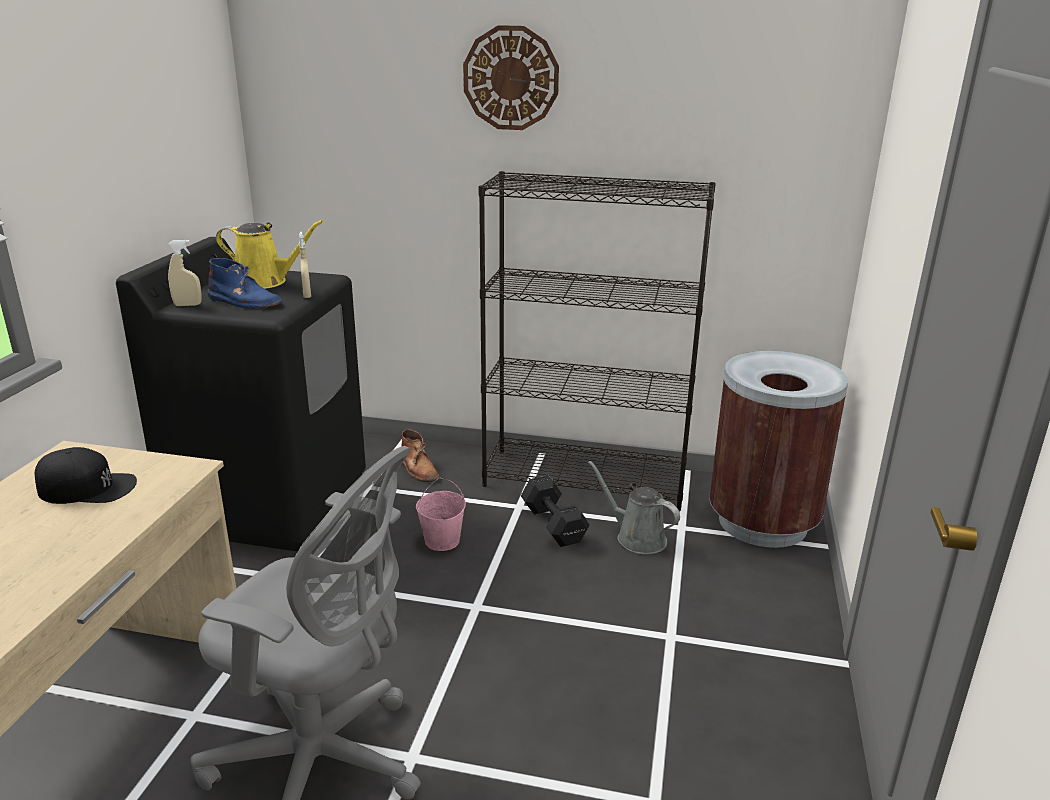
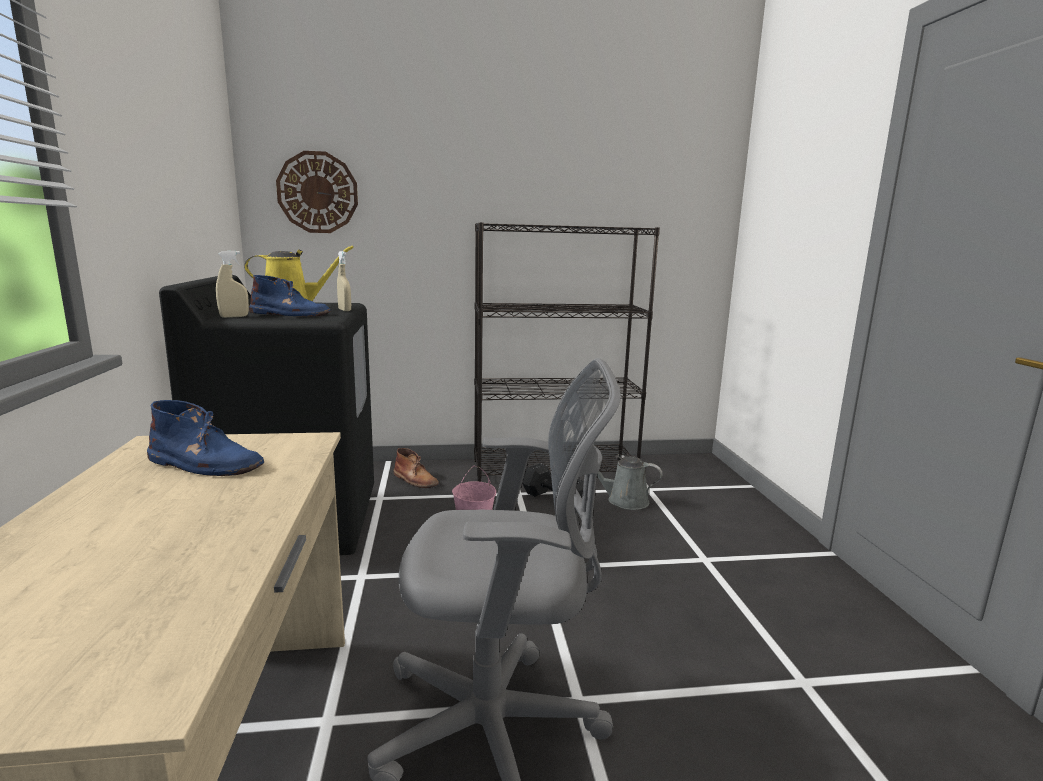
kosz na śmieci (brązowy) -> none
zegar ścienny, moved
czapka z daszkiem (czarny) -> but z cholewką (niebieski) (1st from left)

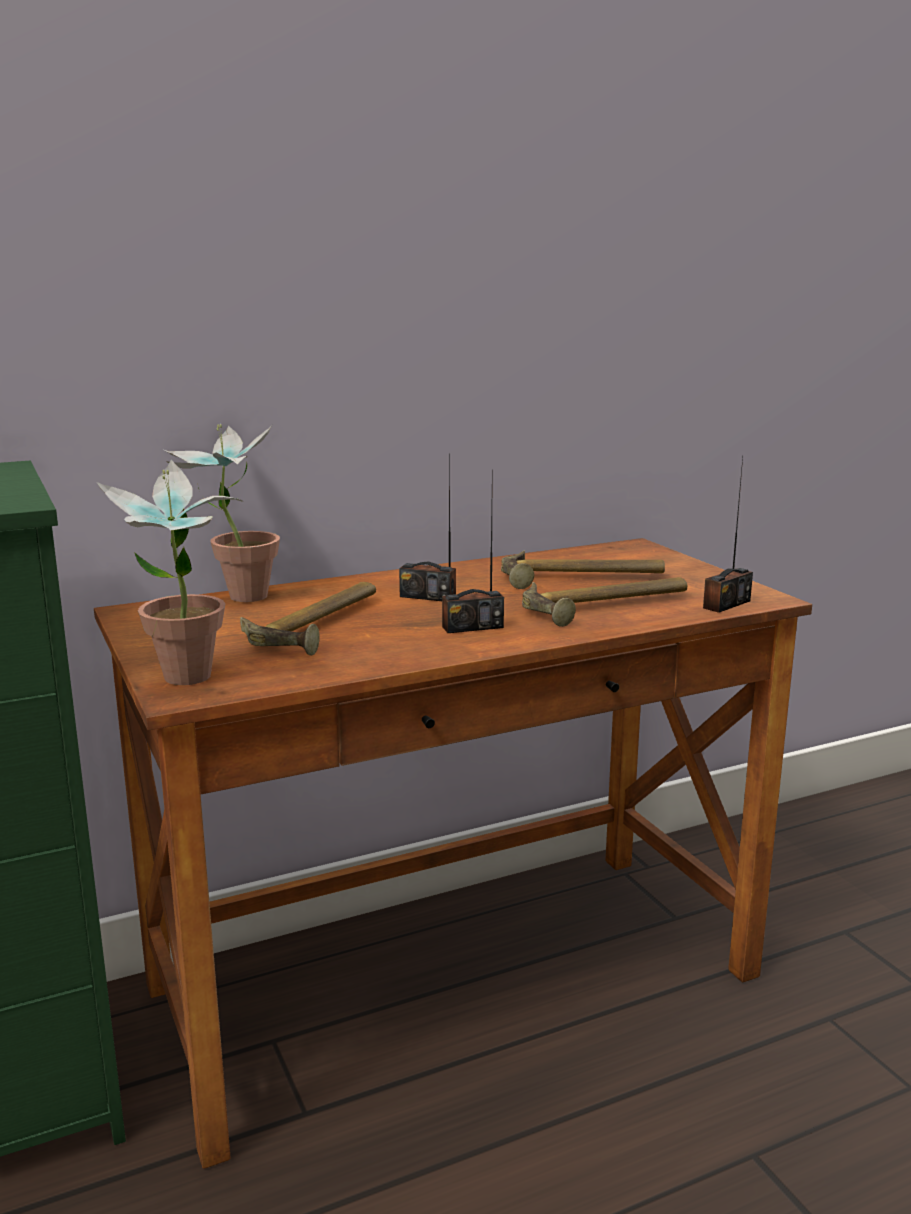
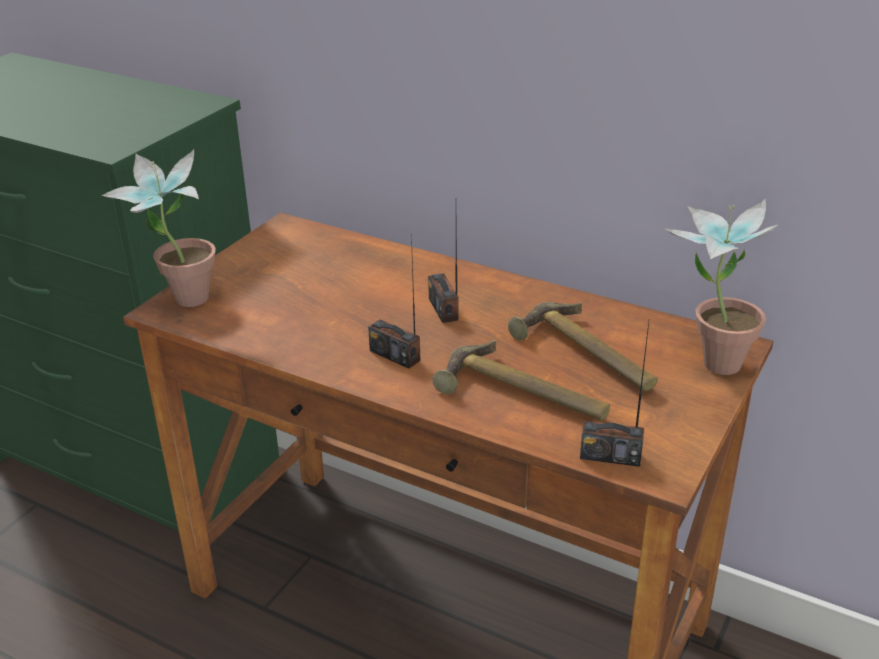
młotek (1st from left) -> none
roślina doniczkowa (2nd from left), moved

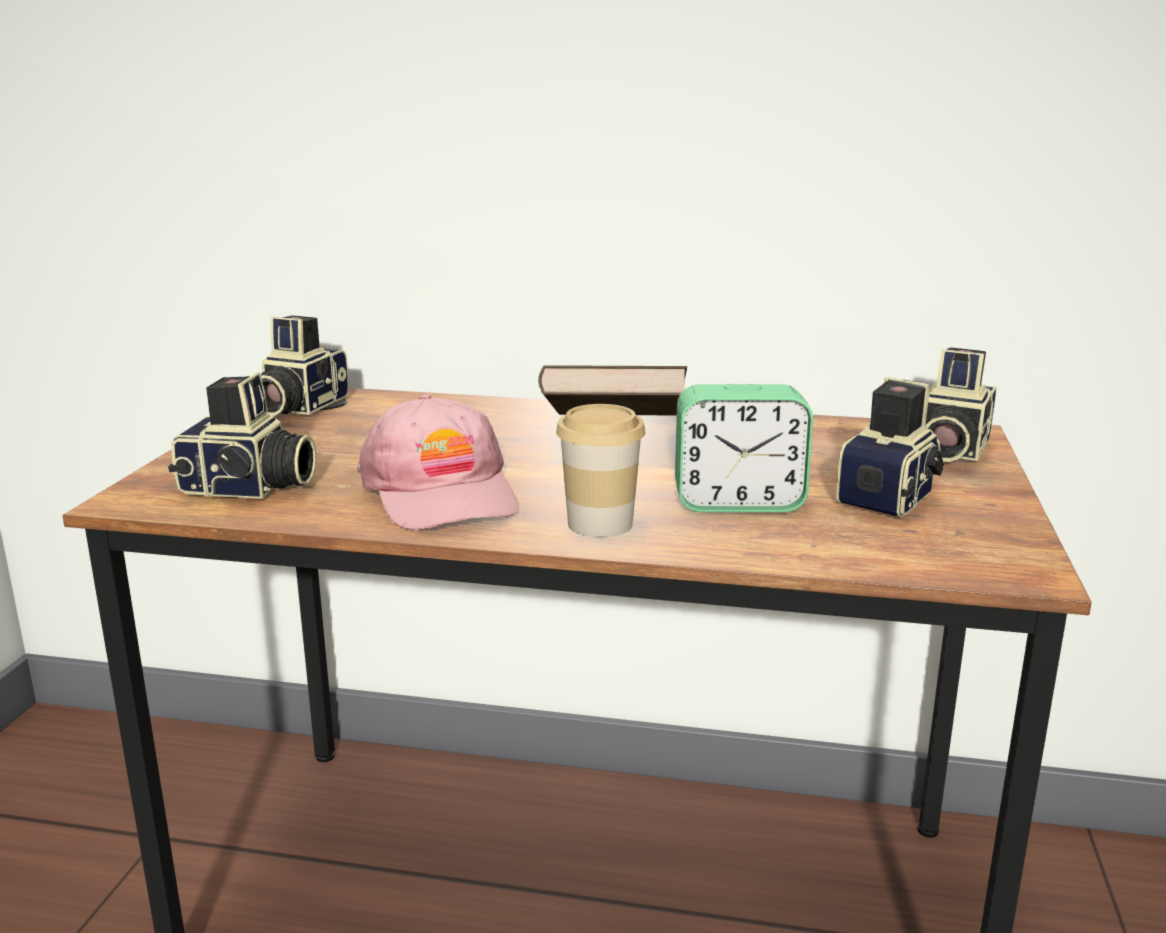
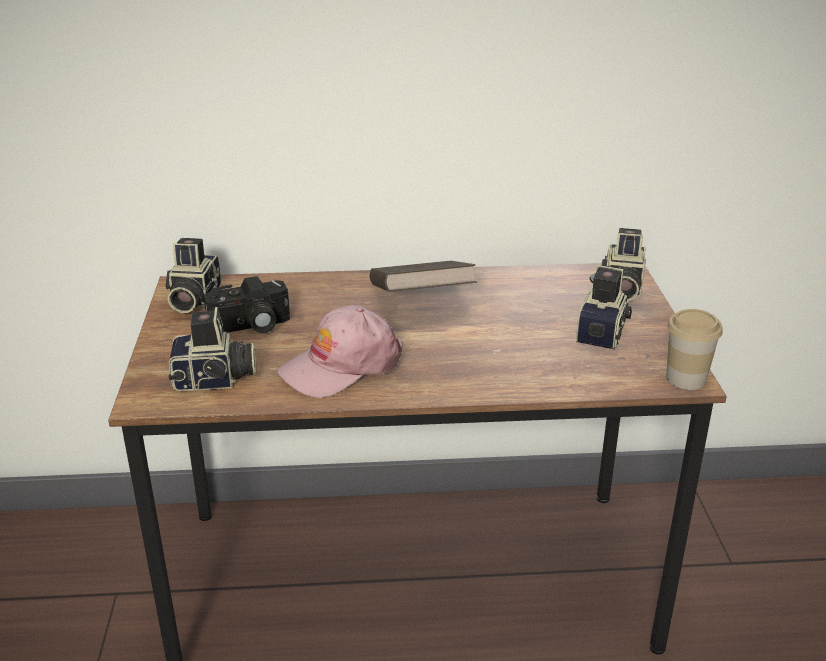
budzik -> none
none -> aparat fotograficzny (3rd from left)
filiżanka, moved
czapka z daszkiem (różowy), 90 degrees clockwise

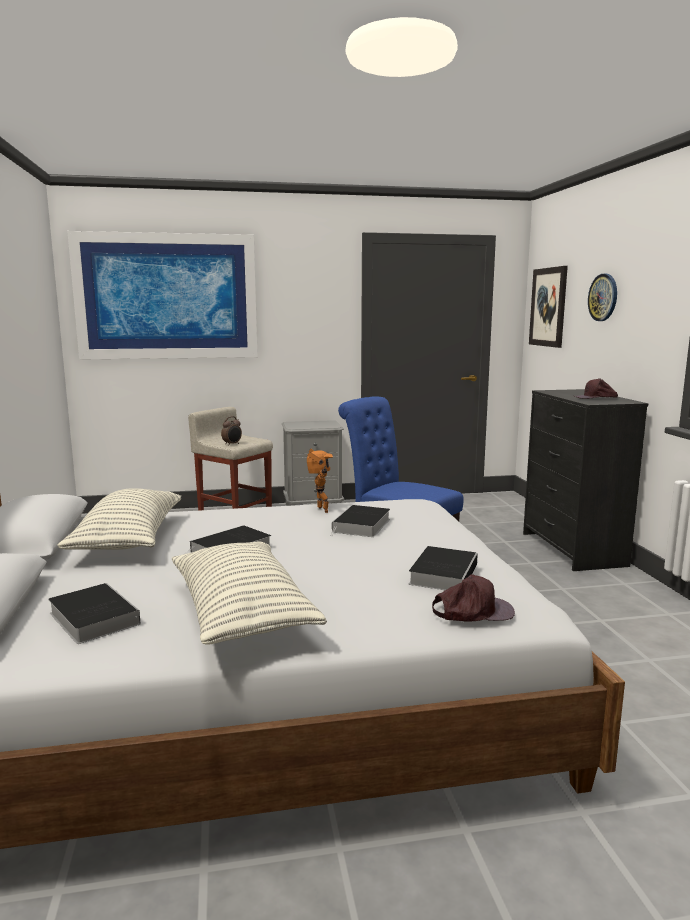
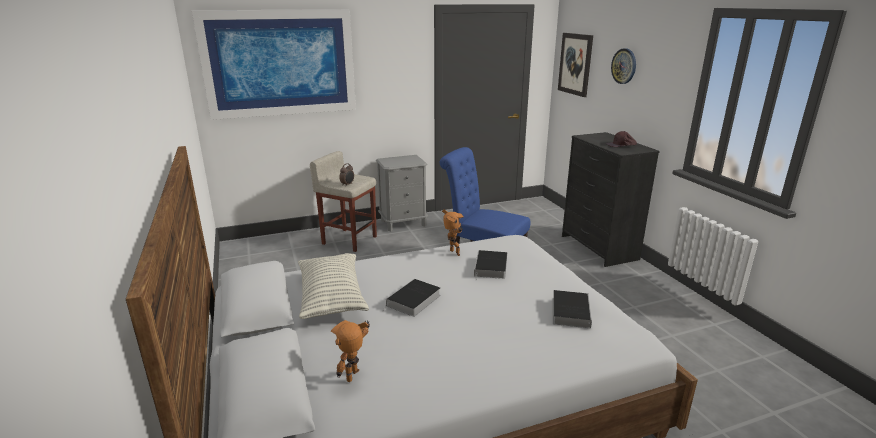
poduszka (2nd from left) -> none
czapka z daszkiem (brązowy) (1st from left) -> none
książka (1st from left) -> robot zabawkowy (1st from left)

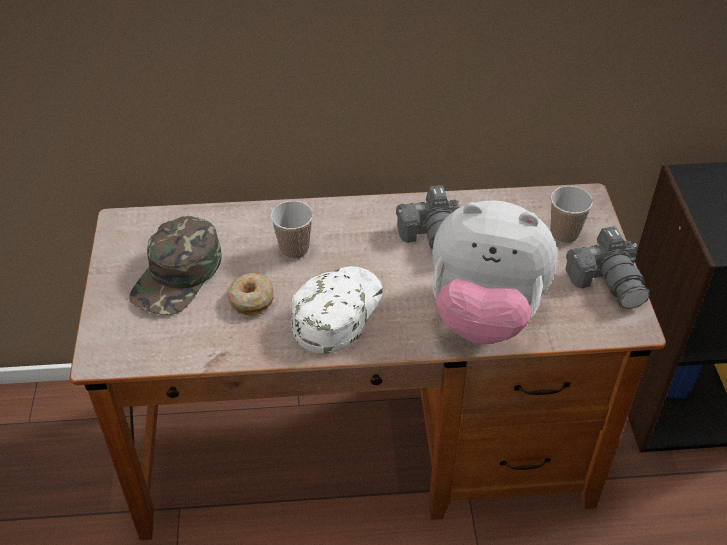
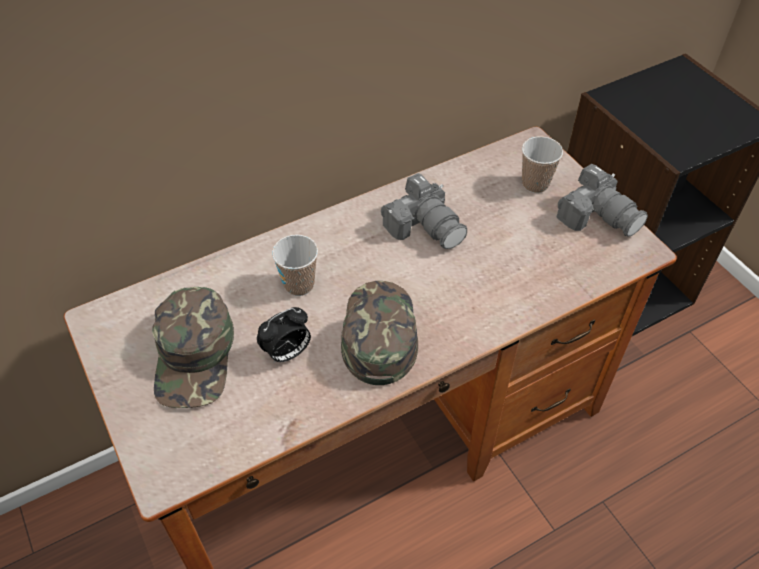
pluszak -> none
donut -> budzik
czapka z daszkiem (biały) -> czapka z daszkiem (zielony) (2nd from left)

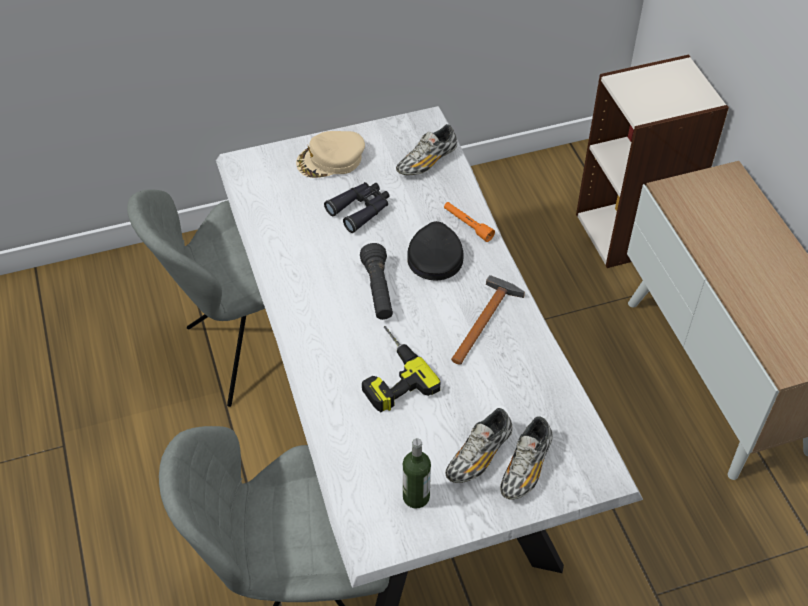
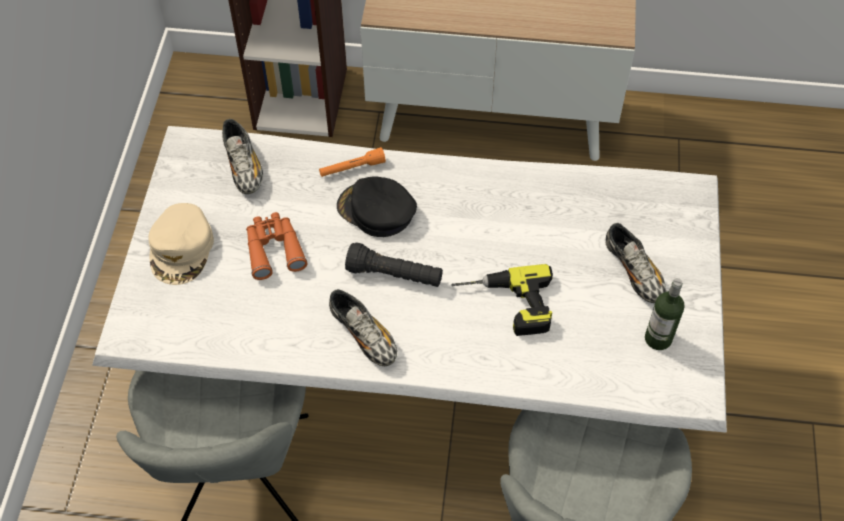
młotek -> none
but (3rd from left in the first image) -> but (2nd from left), moved
lornetka (czarny) -> lornetka (pomarańczowy)

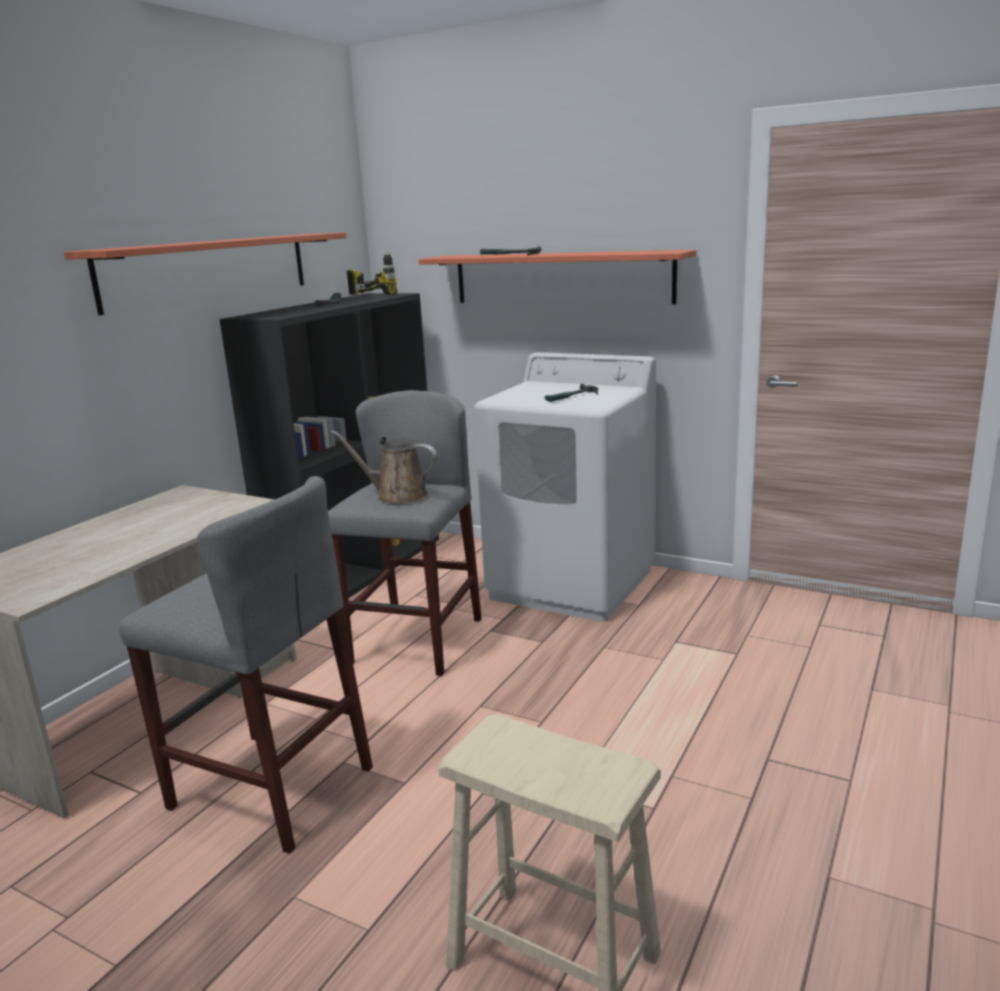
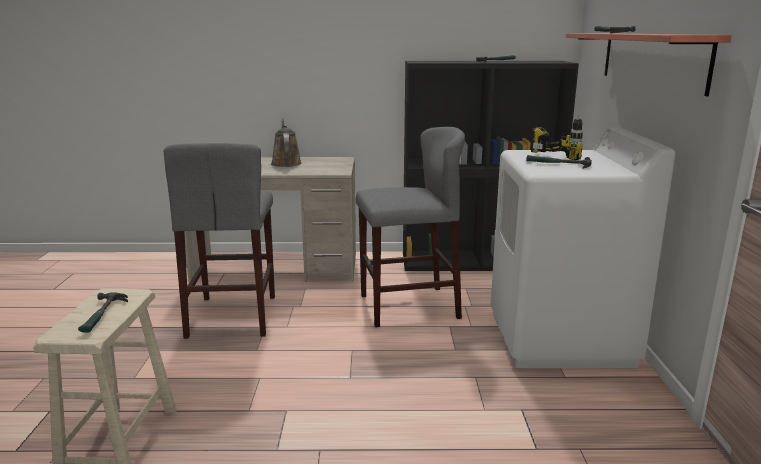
półka (1st from left) -> none
none -> młotek (1st from left)
konewka (brązowy), moved
wiertarka, moved

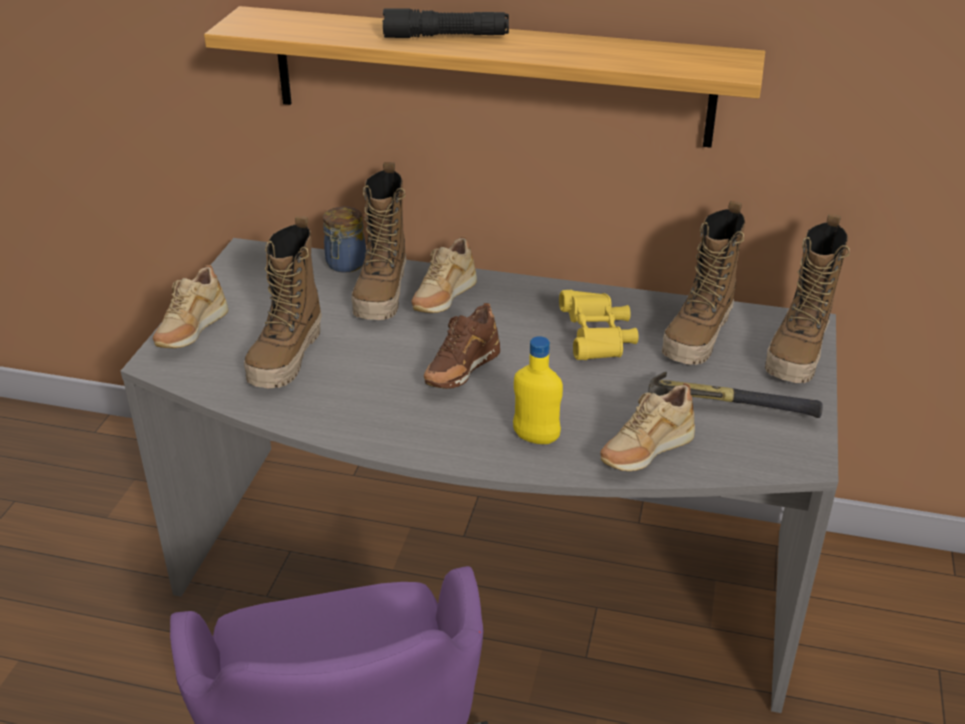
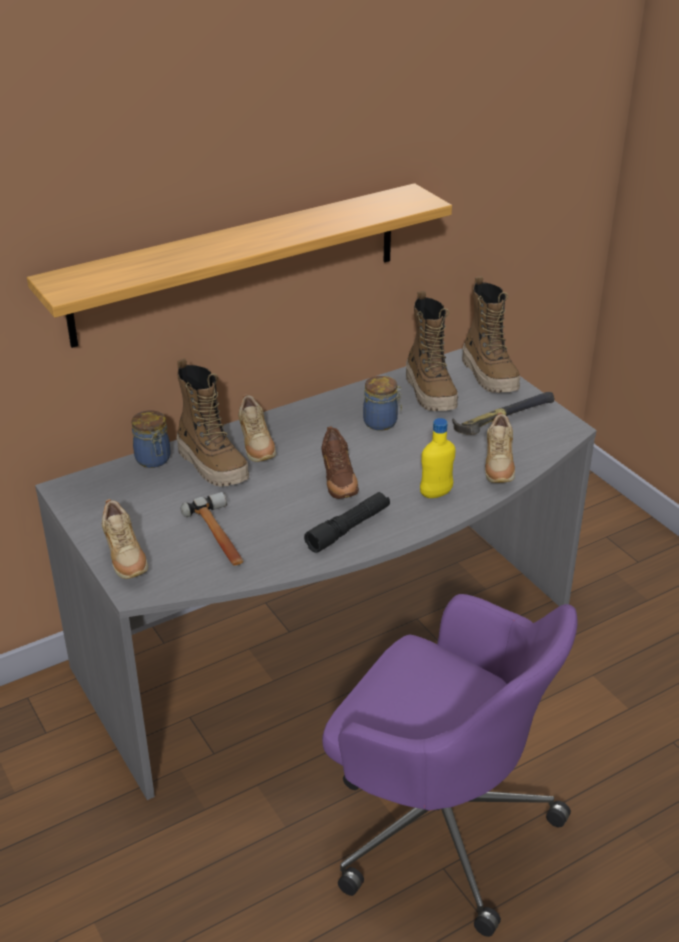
latarka (czarny), moved
but z cholewką (1st from left) -> młotek (1st from left)
lornetka (żółty) -> słoik (2nd from left)

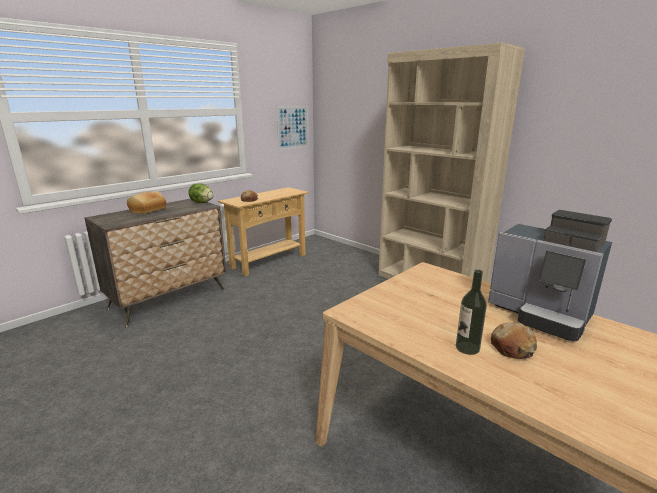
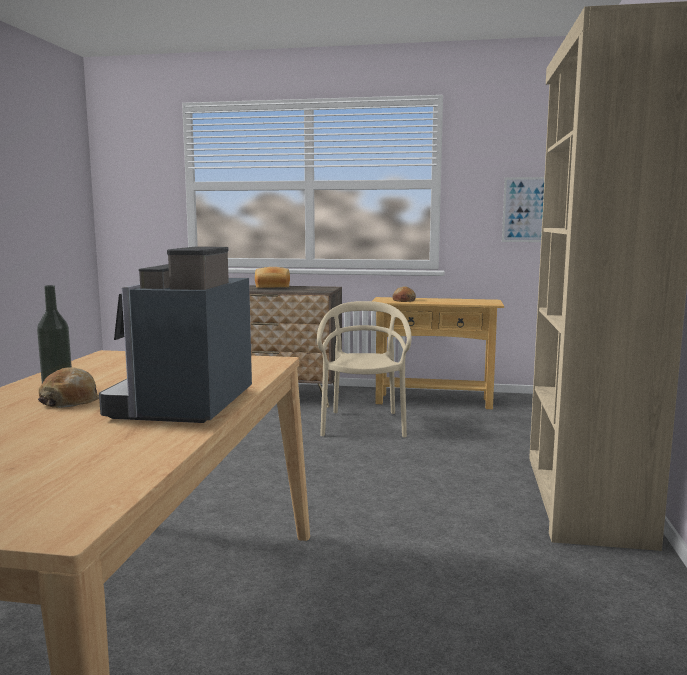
sałata -> none
none -> krzesło (beżowy)

